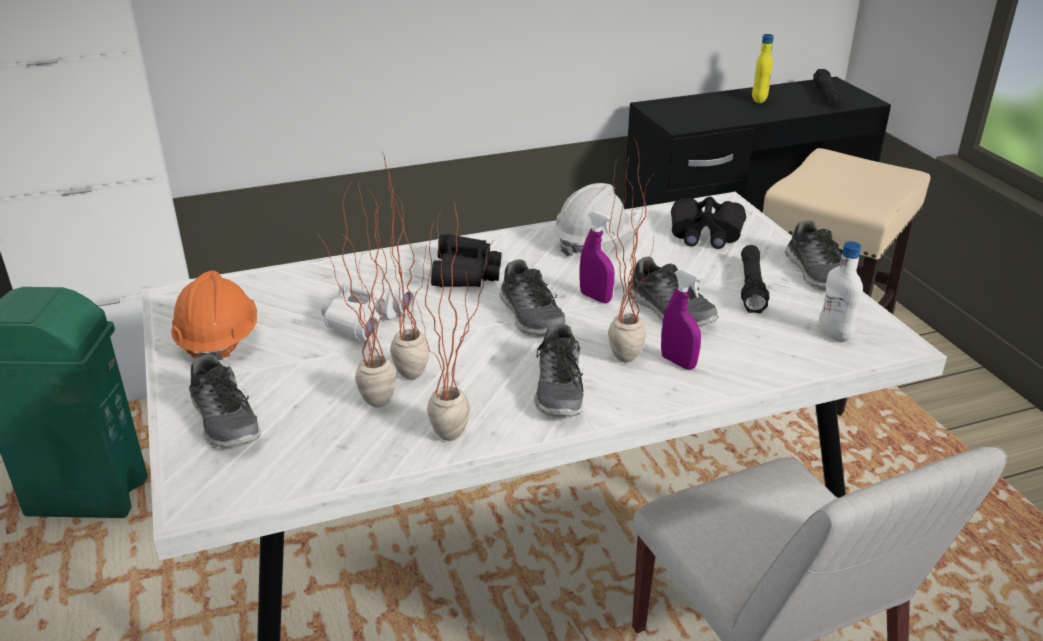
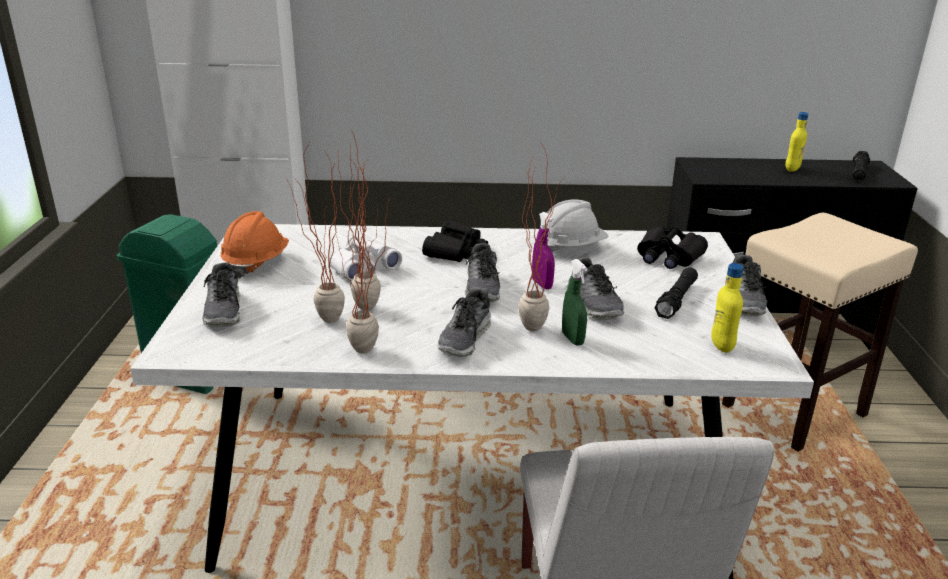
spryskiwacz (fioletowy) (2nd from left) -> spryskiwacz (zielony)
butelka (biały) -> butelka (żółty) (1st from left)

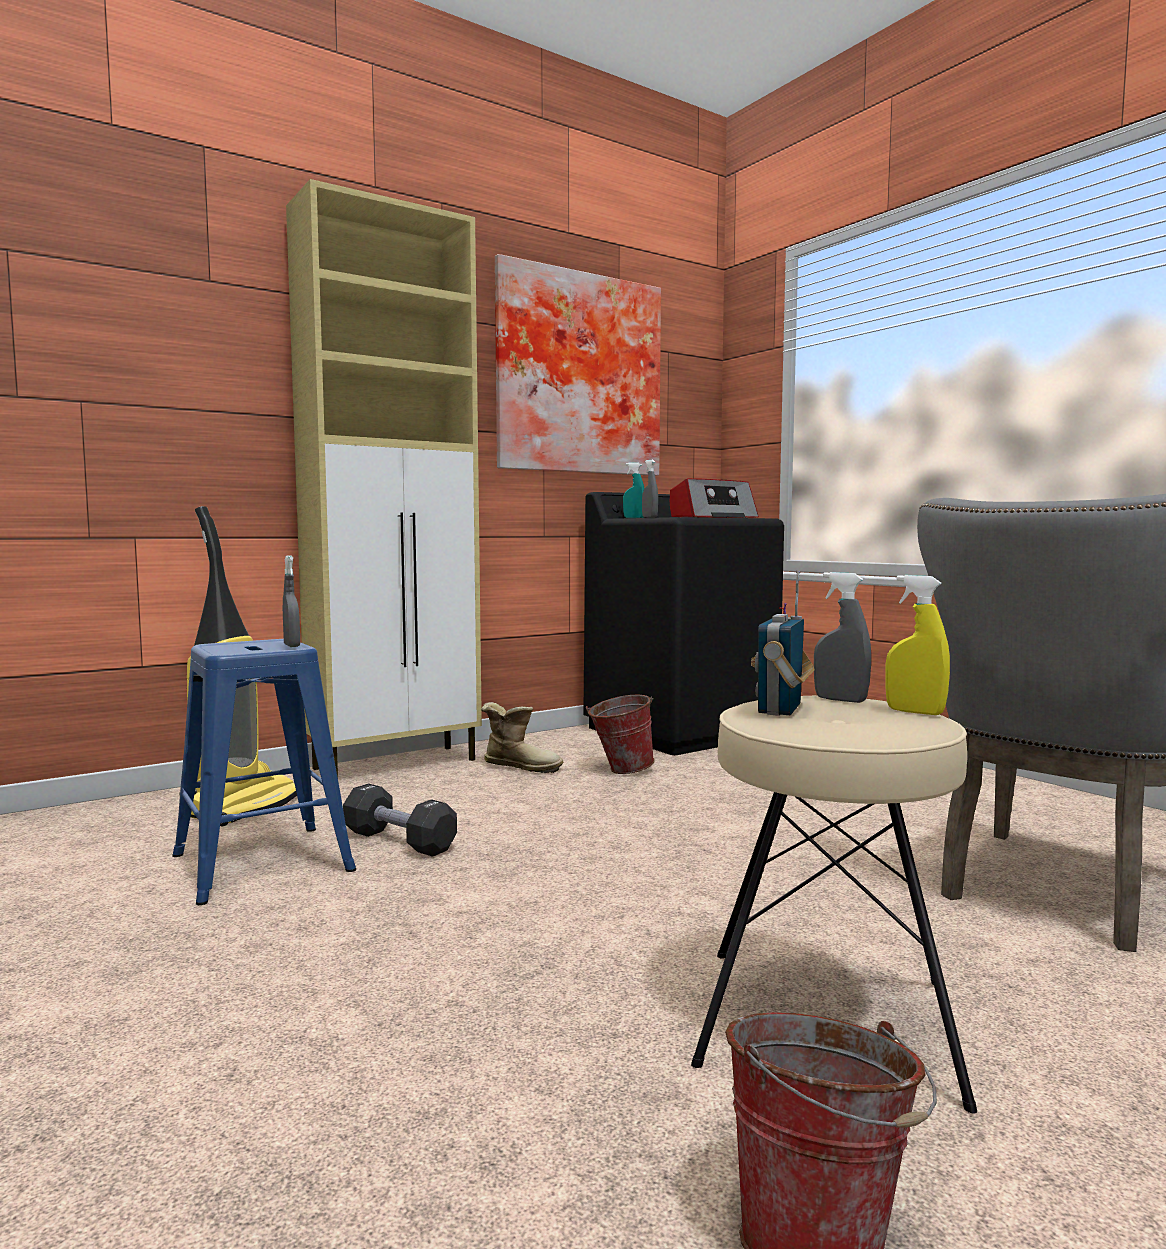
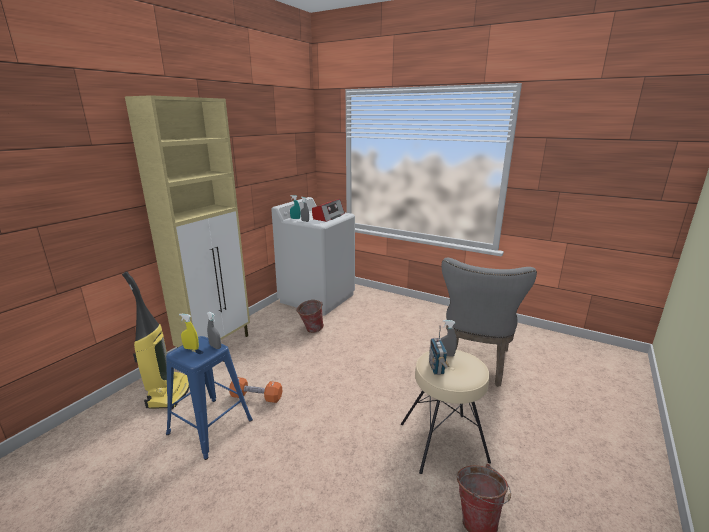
but z cholewką -> none
obraz -> none
spryskiwacz (żółty), moved
hantel (czarny) -> hantel (pomarańczowy)
pralka (czarny) -> pralka (biały)

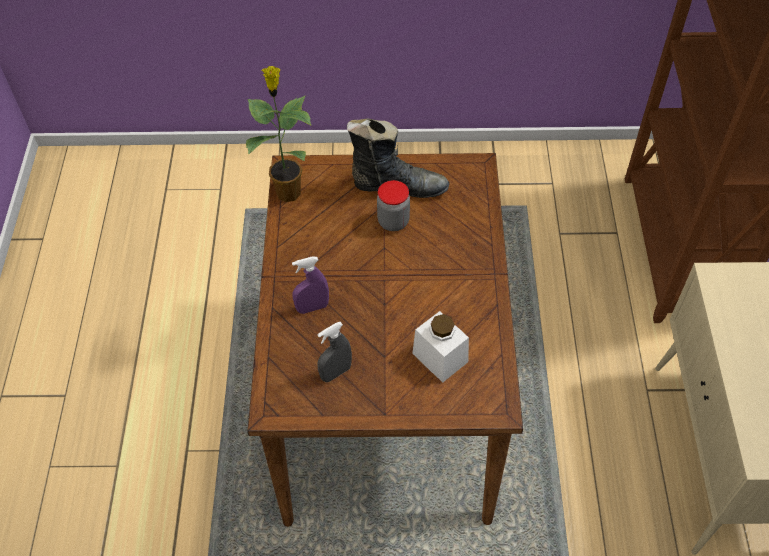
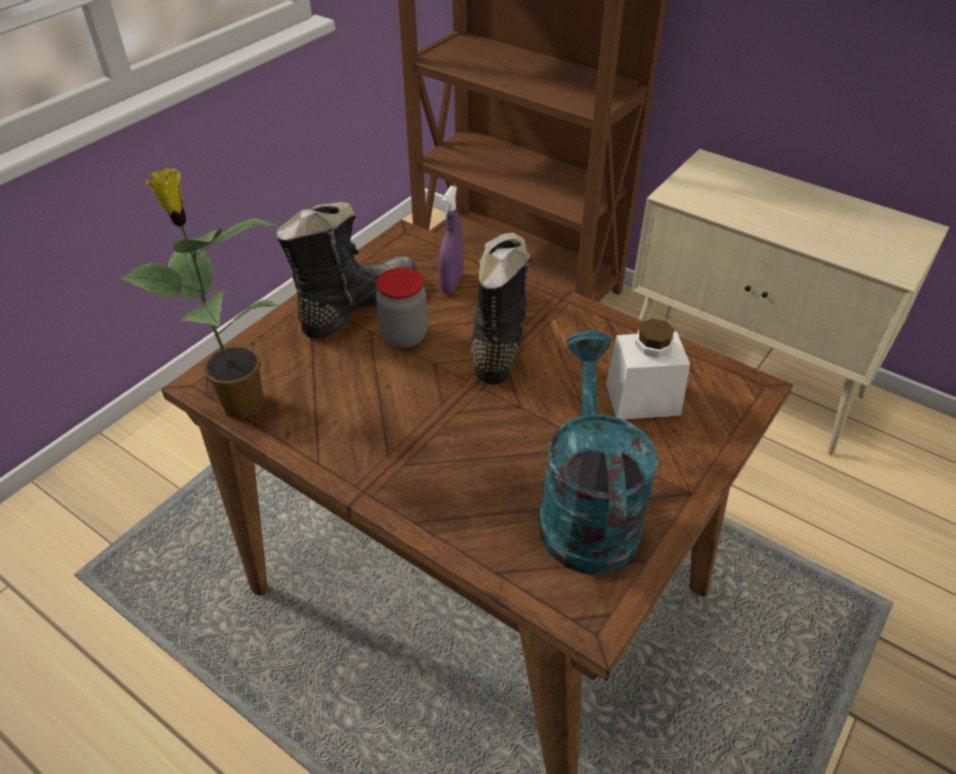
none -> but z cholewką (czarny) (2nd from left)
spryskiwacz (fioletowy), moved
spryskiwacz (szary) -> konewka (turkusowy)

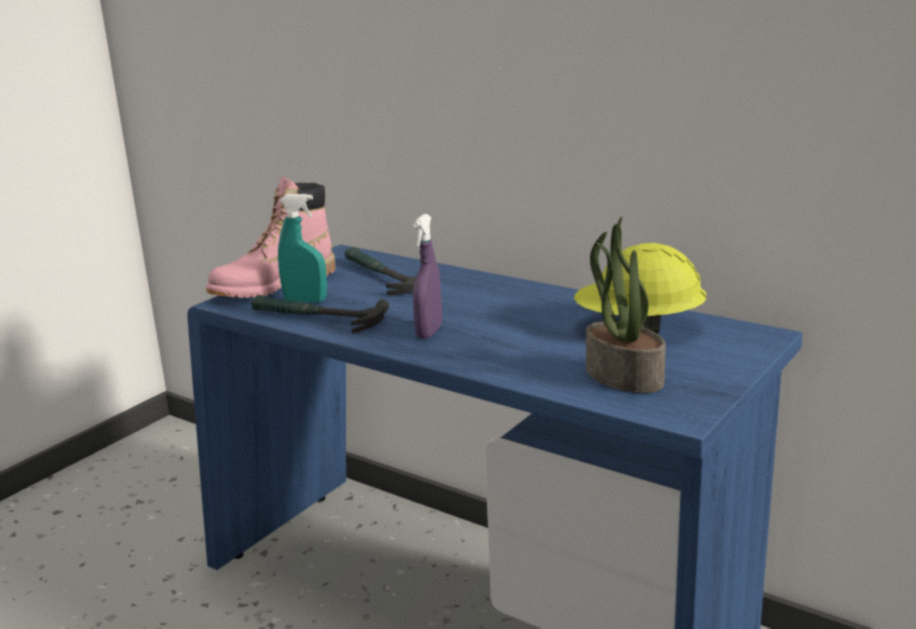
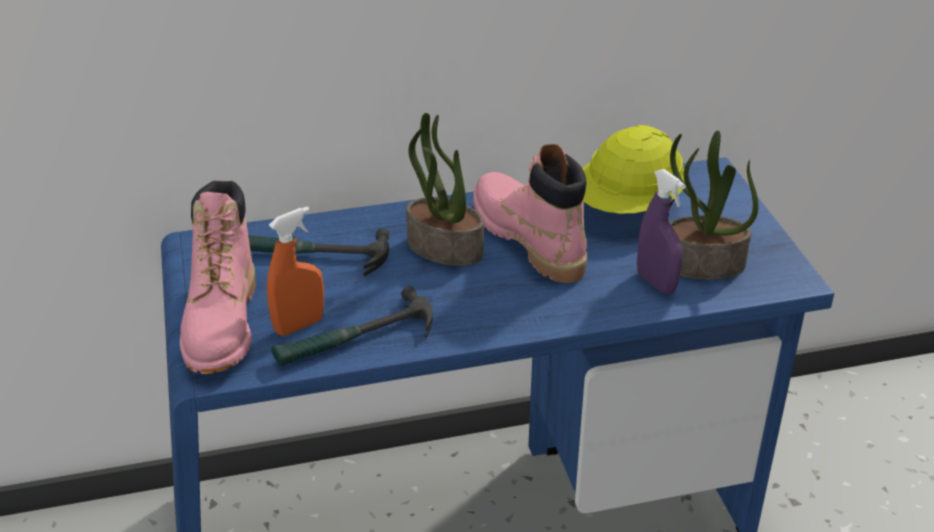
none -> roślina doniczkowa (1st from left)
none -> but z cholewką (różowy) (2nd from left)
spryskiwacz (fioletowy), moved
spryskiwacz (turkusowy) -> spryskiwacz (pomarańczowy)

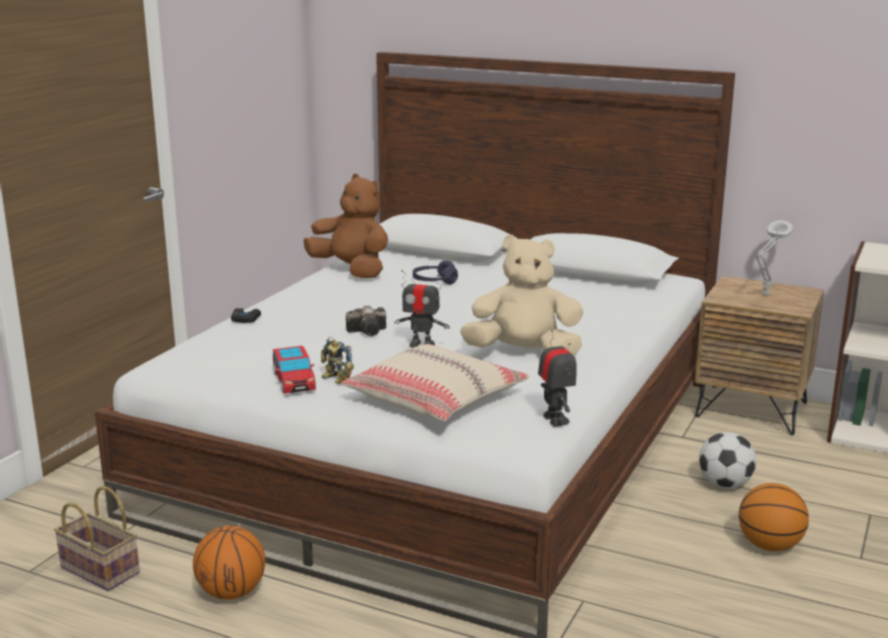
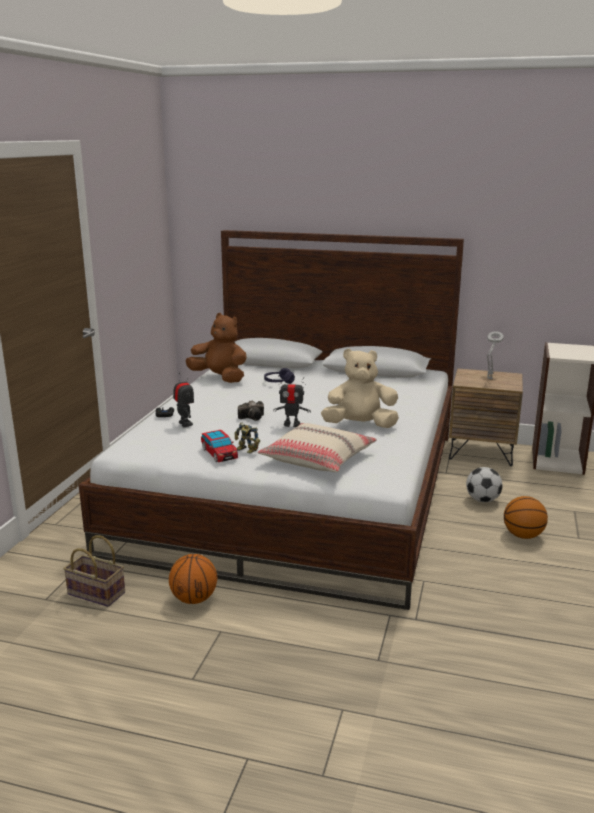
robot zabawkowy (3rd from left in the first image) -> robot zabawkowy (1st from left), moved

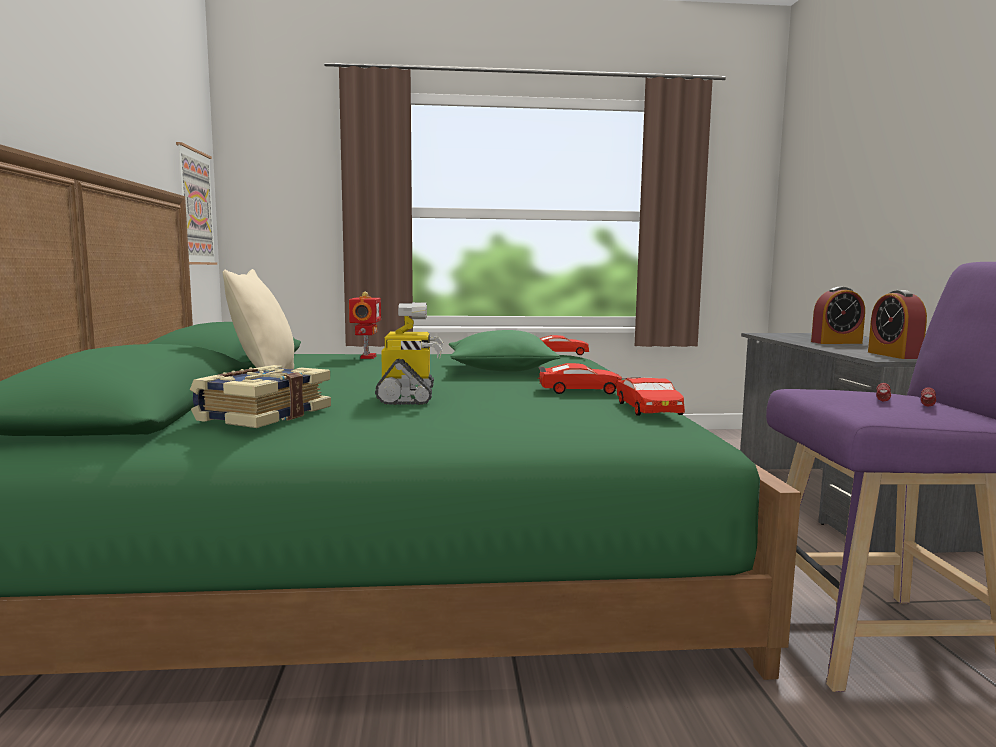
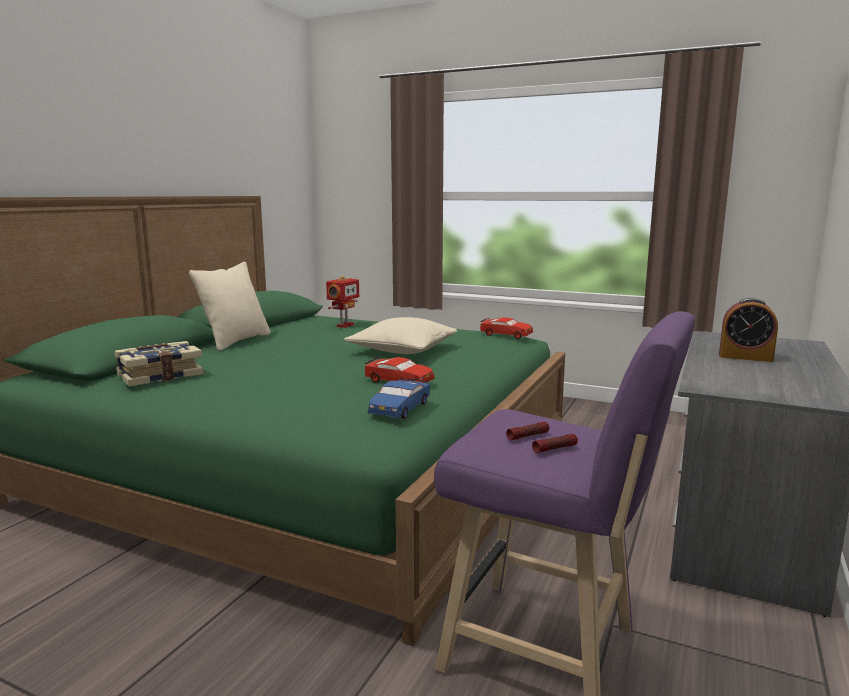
obraz -> none
robot zabawkowy (2nd from left) -> none
budzik (2nd from left) -> none
poduszka (zielony) -> poduszka (beżowy) (2nd from left)
samochodzik (czerwony) (3rd from left) -> samochodzik (niebieski)

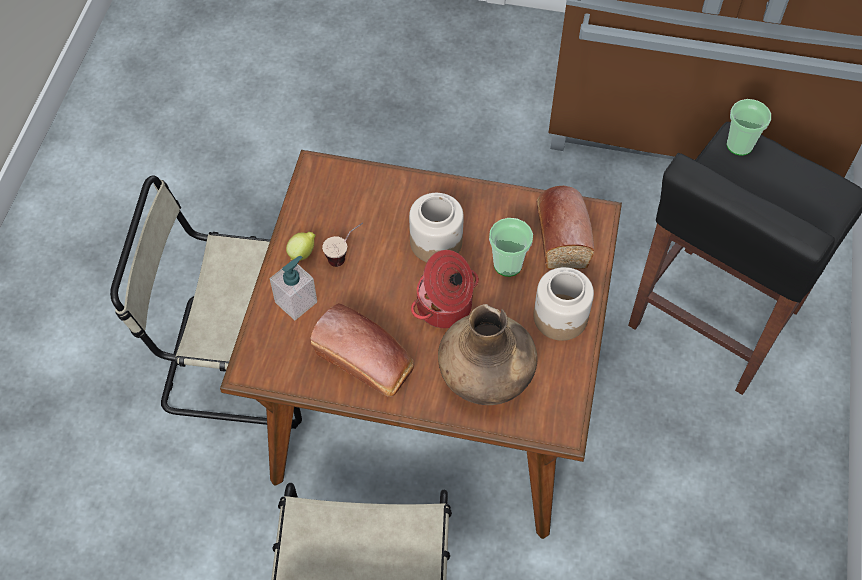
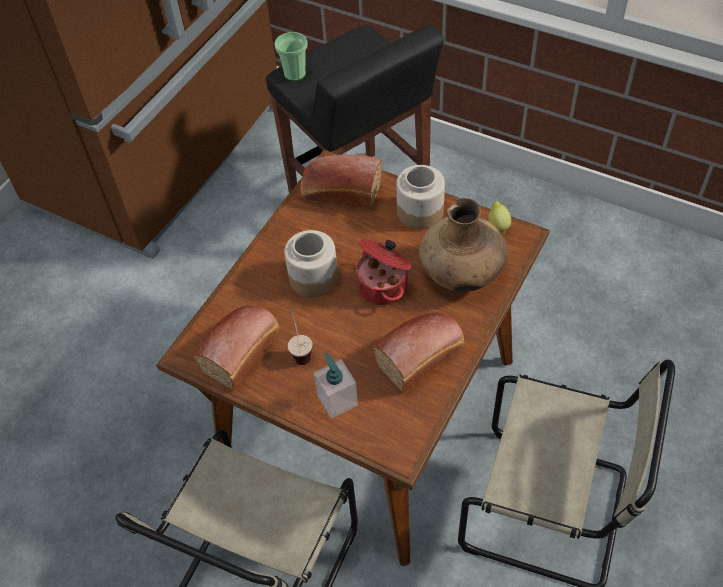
filiżanka (2nd from left) -> none
none -> chleb (1st from left)
cytryna, moved

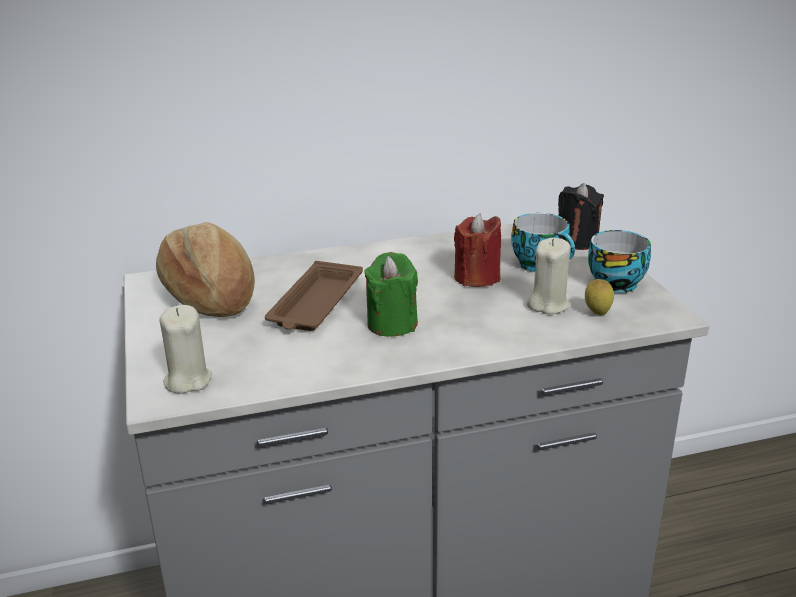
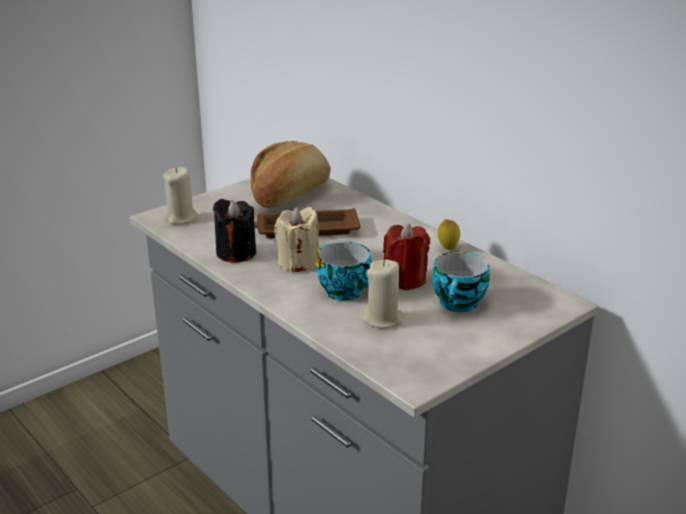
świeca (czarny), moved
cytryna, moved
filiżanka (2nd from left in the first image) -> filiżanka (1st from left), moved
świeca (zielony) -> świeca (beżowy) (2nd from left)

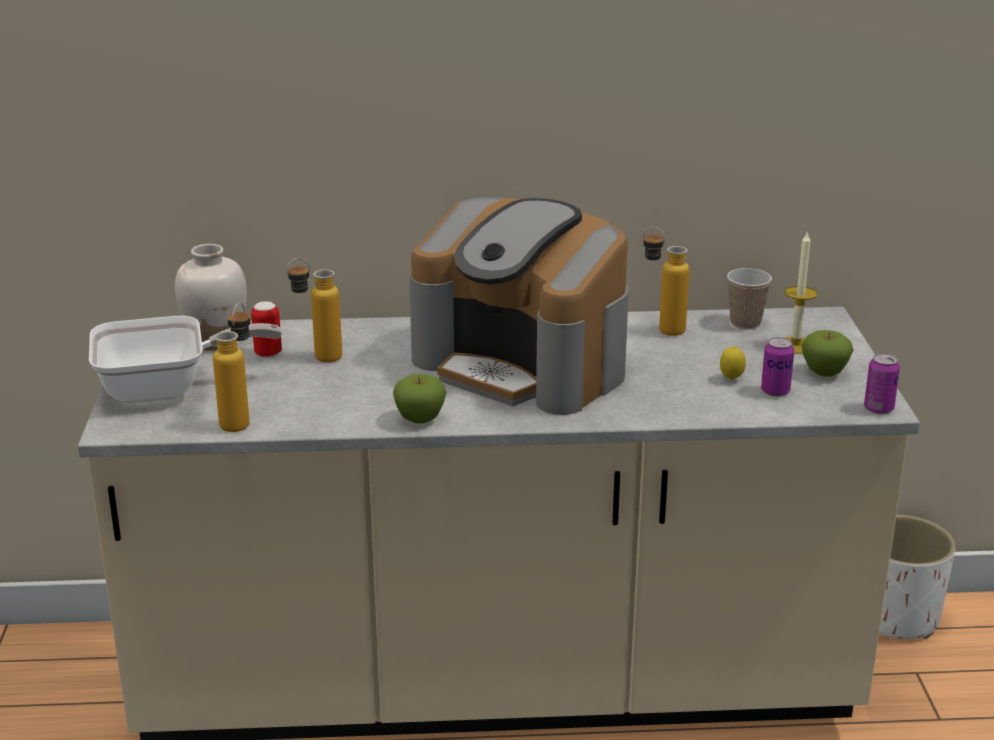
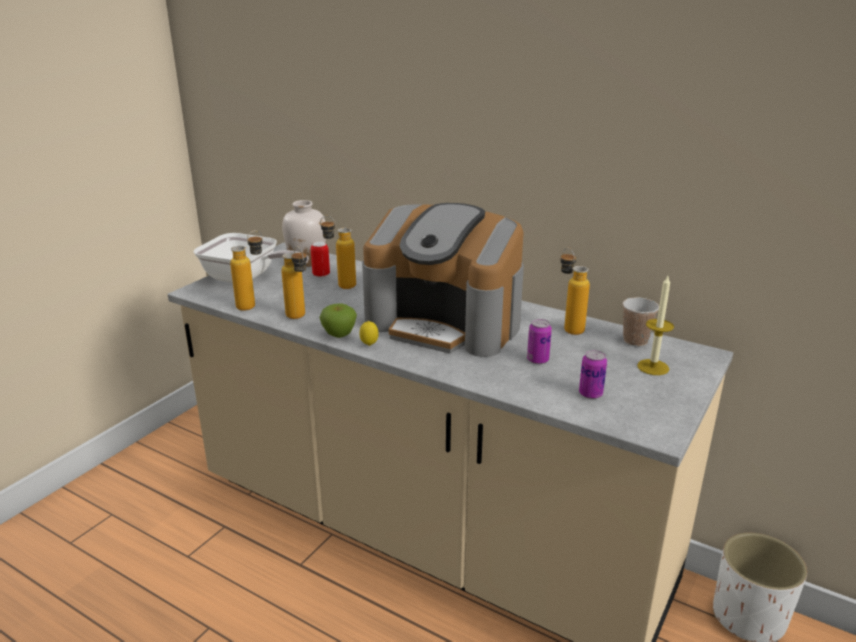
jabłko (2nd from left) -> none
none -> butelka (2nd from left)
cytryna, moved
puszka (3rd from left in the first image) -> puszka (2nd from left), moved
ekspres do kawy, 45 degrees counterclockwise

